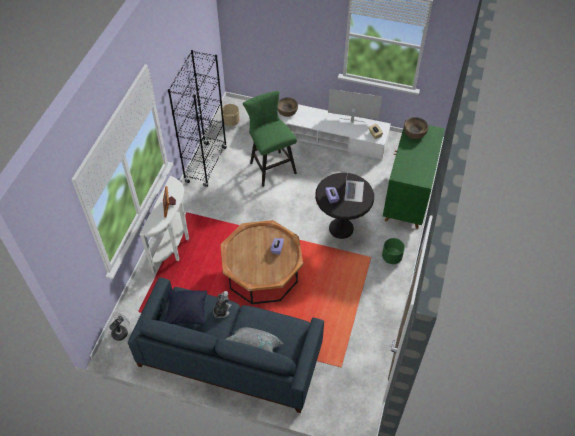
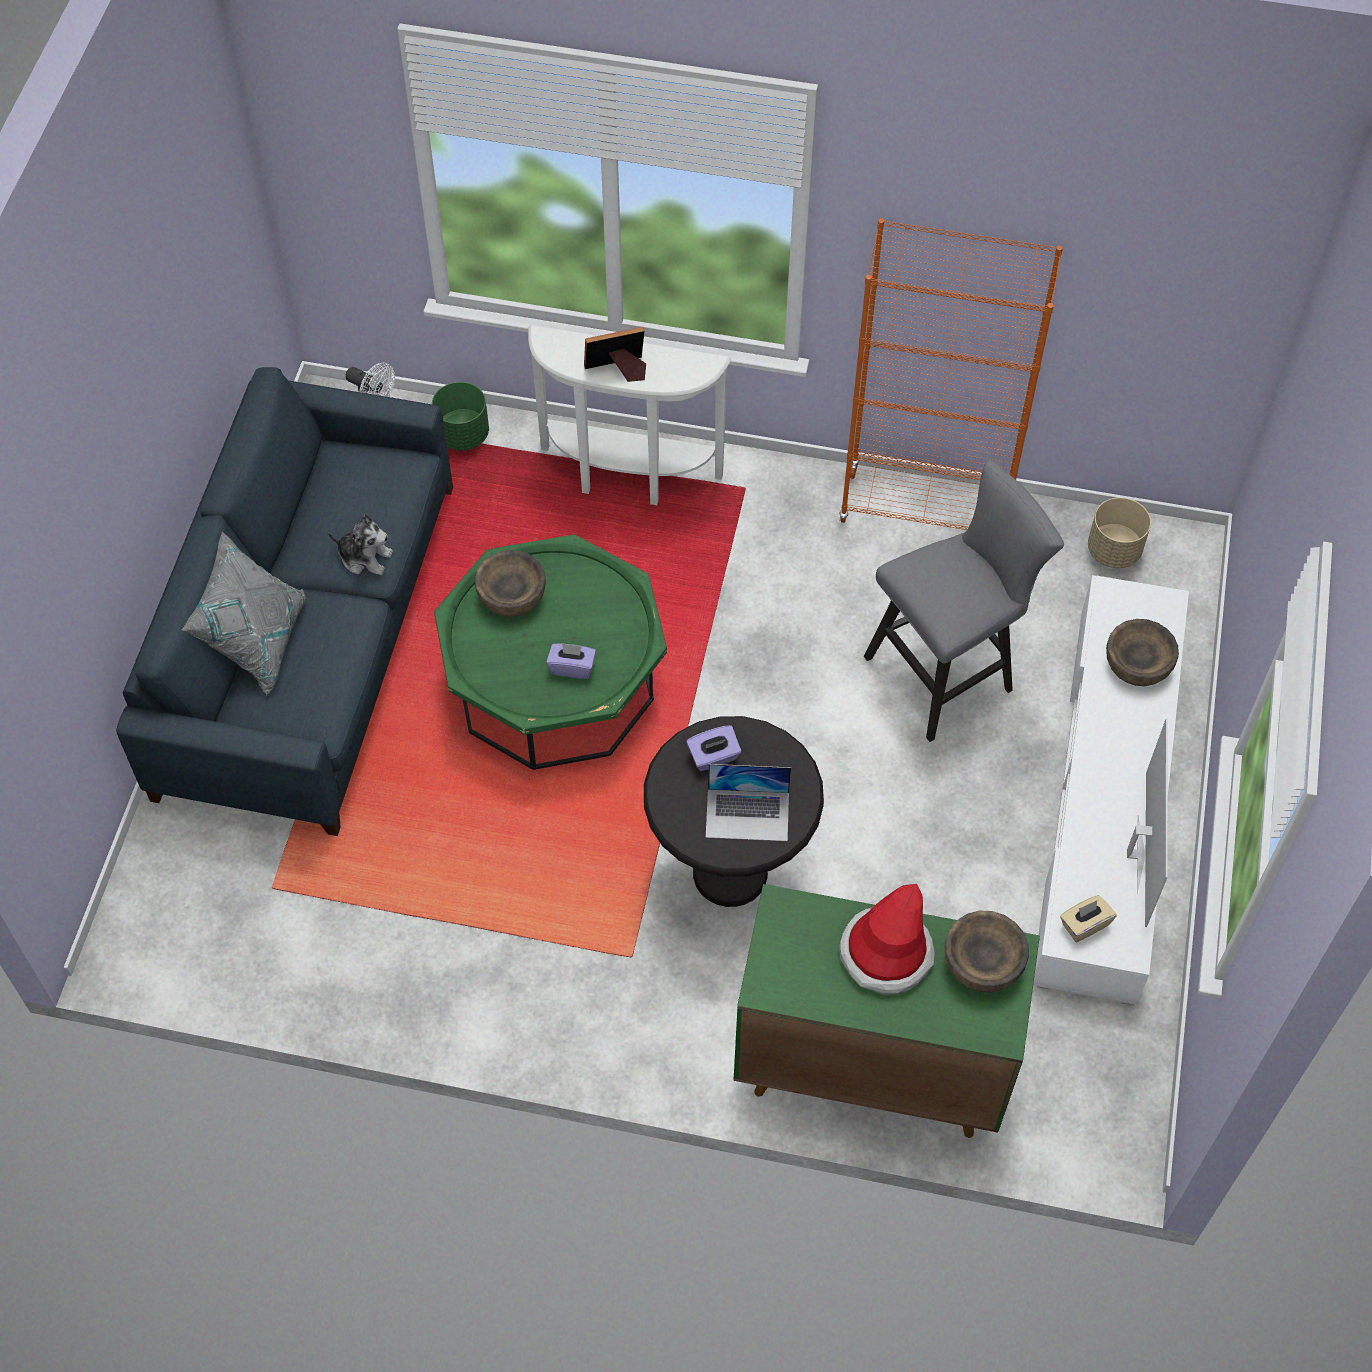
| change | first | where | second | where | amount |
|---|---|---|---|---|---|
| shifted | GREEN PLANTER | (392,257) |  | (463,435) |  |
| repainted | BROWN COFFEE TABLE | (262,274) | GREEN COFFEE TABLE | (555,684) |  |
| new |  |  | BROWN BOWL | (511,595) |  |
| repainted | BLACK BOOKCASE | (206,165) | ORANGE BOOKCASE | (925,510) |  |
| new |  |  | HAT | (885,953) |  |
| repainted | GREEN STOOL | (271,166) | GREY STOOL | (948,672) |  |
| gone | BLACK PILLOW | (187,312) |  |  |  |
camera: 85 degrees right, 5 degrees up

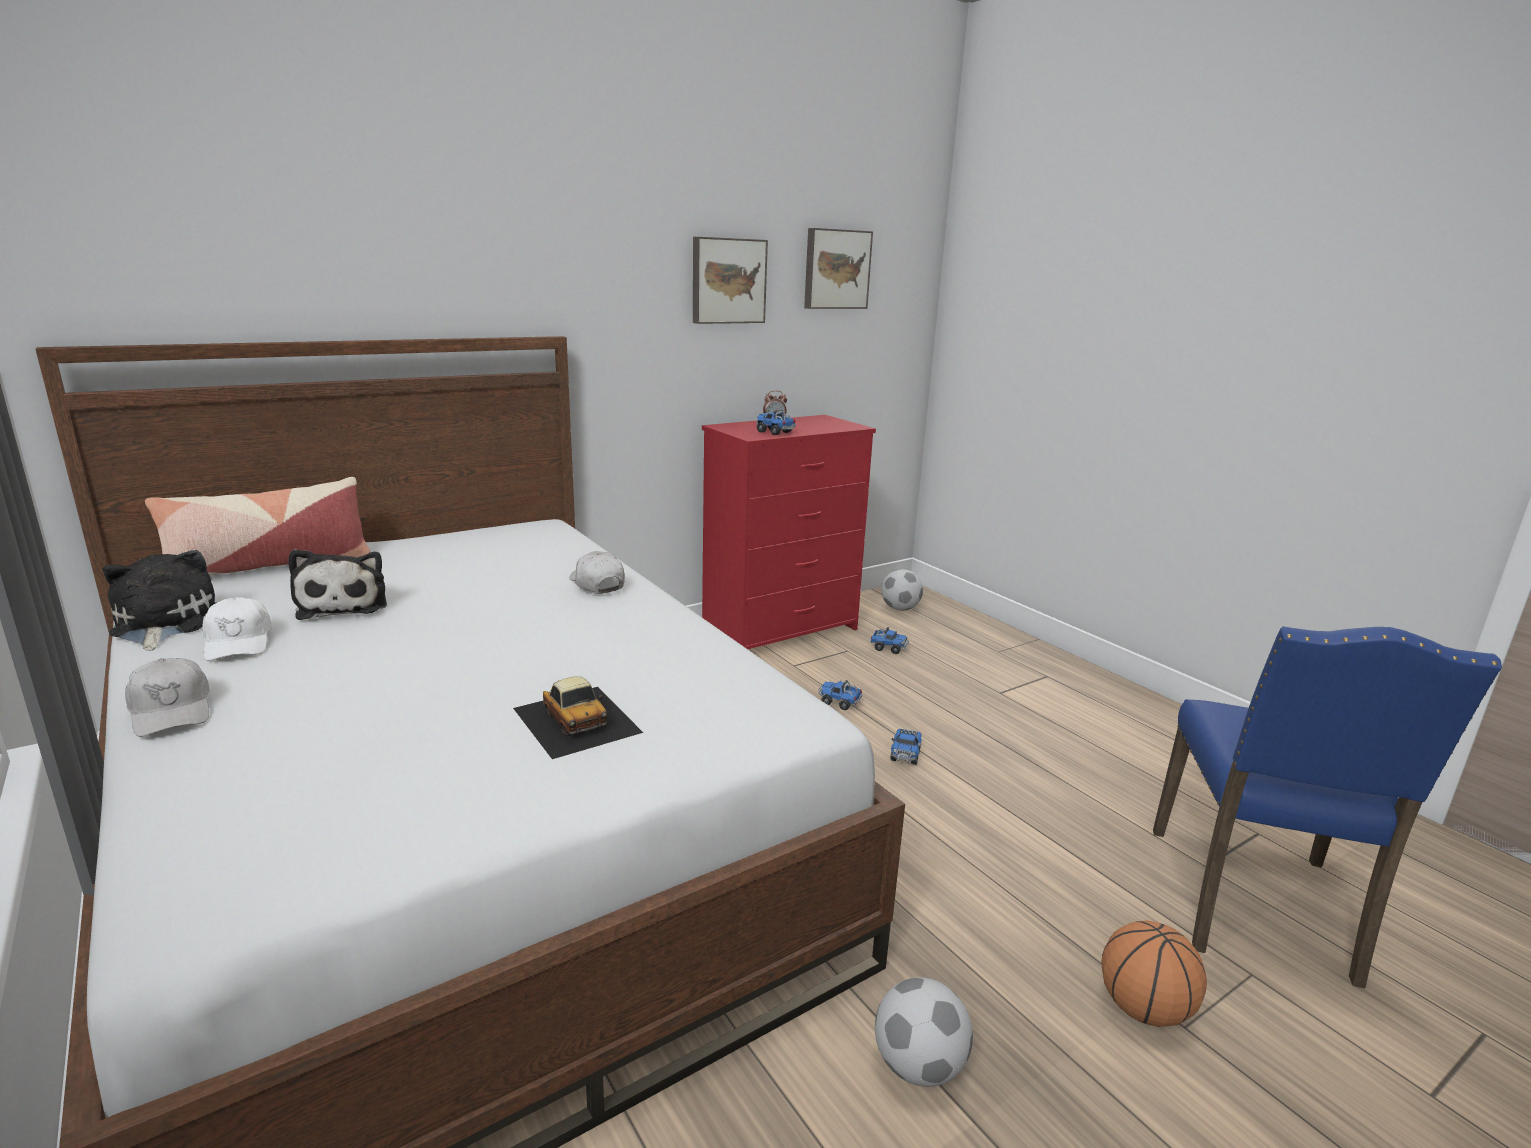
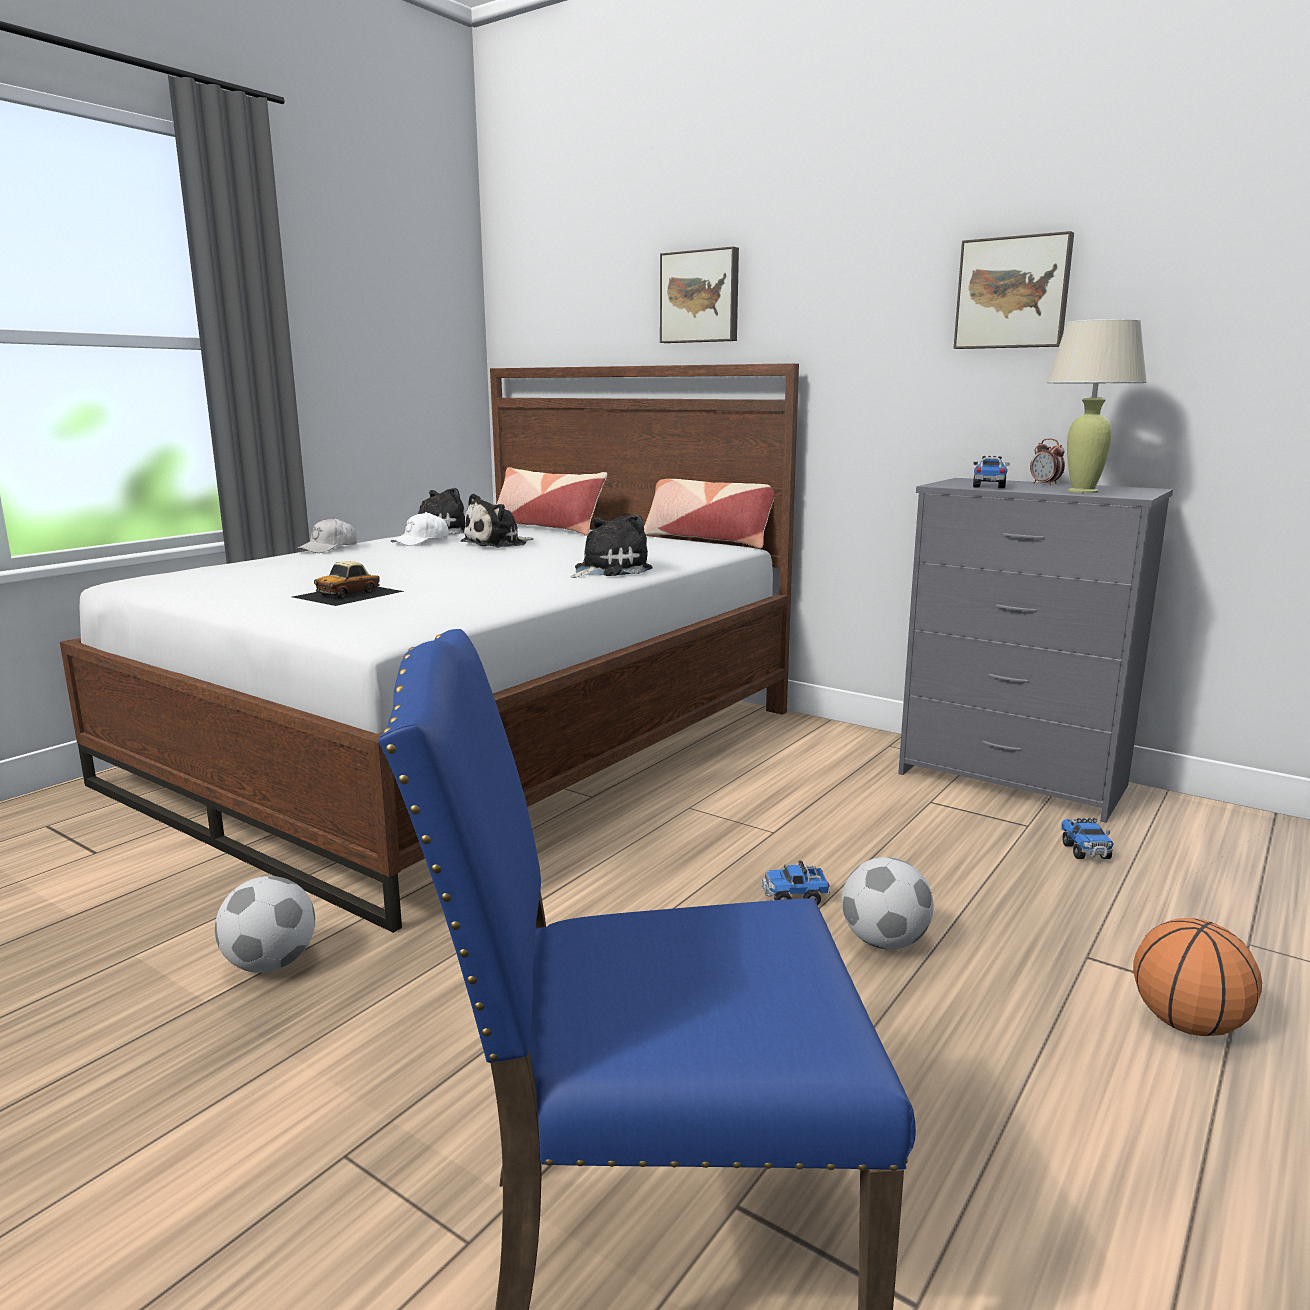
| change | first | where | second | where | amount |
|---|---|---|---|---|---|
| swapped | WHITE CAP | (597,584) | PLUSH TOY | (608,570) |  |
| new |  |  | PILLOW | (707,540) |  |
| shifted | PICTURE | (835,269) |  | (701,297) |  |
| shifted | FOOTBALL | (900,608) |  | (884,942) |  |
| repainted | RED DRESSER | (782,630) | GREY DRESSER | (1013,780) |  |
| new |  |  | BEIGE TABLE LAMP | (1083,491) |  |
| shifted | BASKETBALL | (1143,1009) |  | (1187,1024) |  |
| gone | TOY TRUCK | (839,703) |  |  |  |
camera: 70 degrees right, 5 degrees down

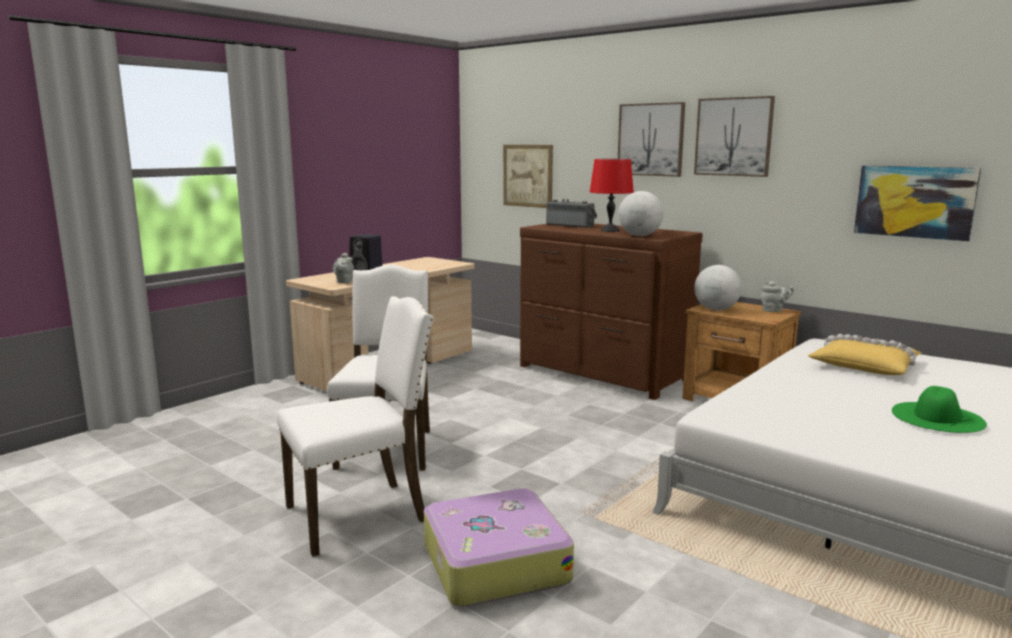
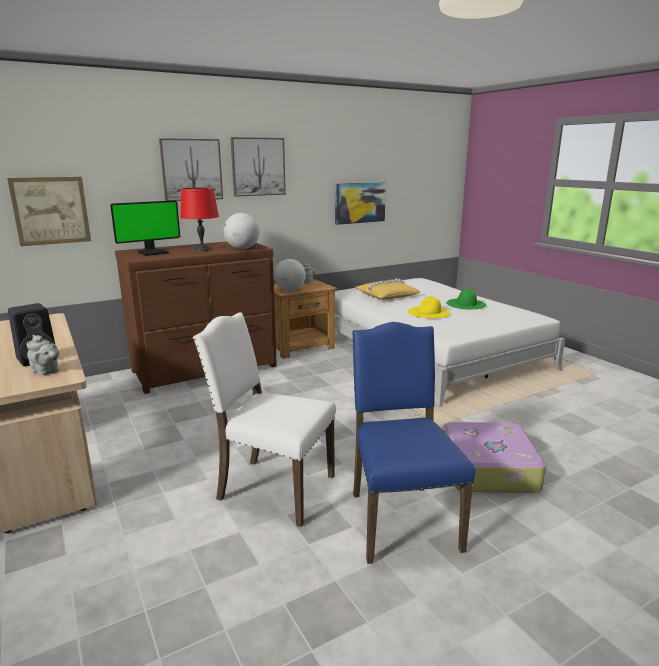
| change | first | where | second | where | amount |
|---|---|---|---|---|---|
| swapped | RADIO | (571,225) | MONITOR | (153,252) |  |
| repainted | WHITE CHAIR | (360,514) | BLUE CHAIR | (400,519) |  |
| new |  |  | YELLOW HAT | (429,312) |  |
camera: 70 degrees left, 5 degrees up

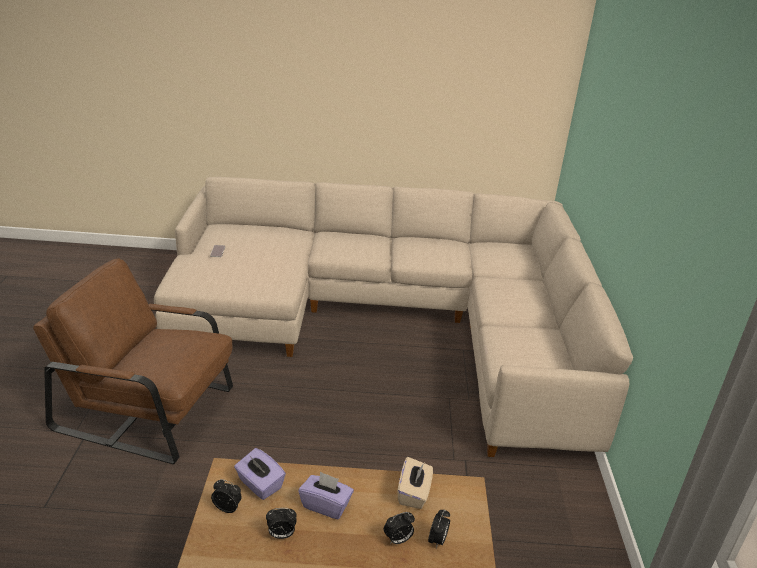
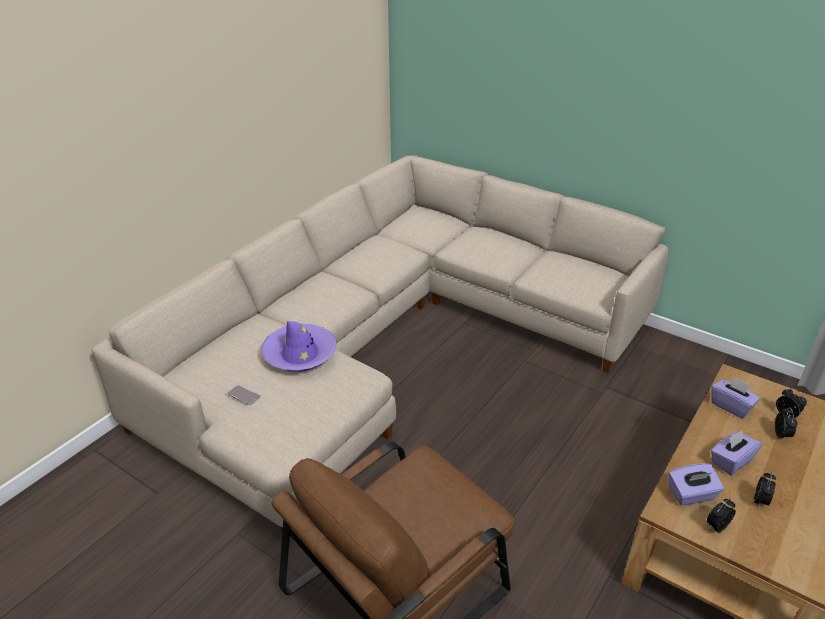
| change | first | where | second | where | amount |
|---|---|---|---|---|---|
| new |  |  | PURPLE HAT | (299,354) |  |
| repainted | BEIGE TISSUE BOX | (414,493) | PURPLE TISSUE BOX | (731,406) |  |
camera: 55 degrees left, 5 degrees up

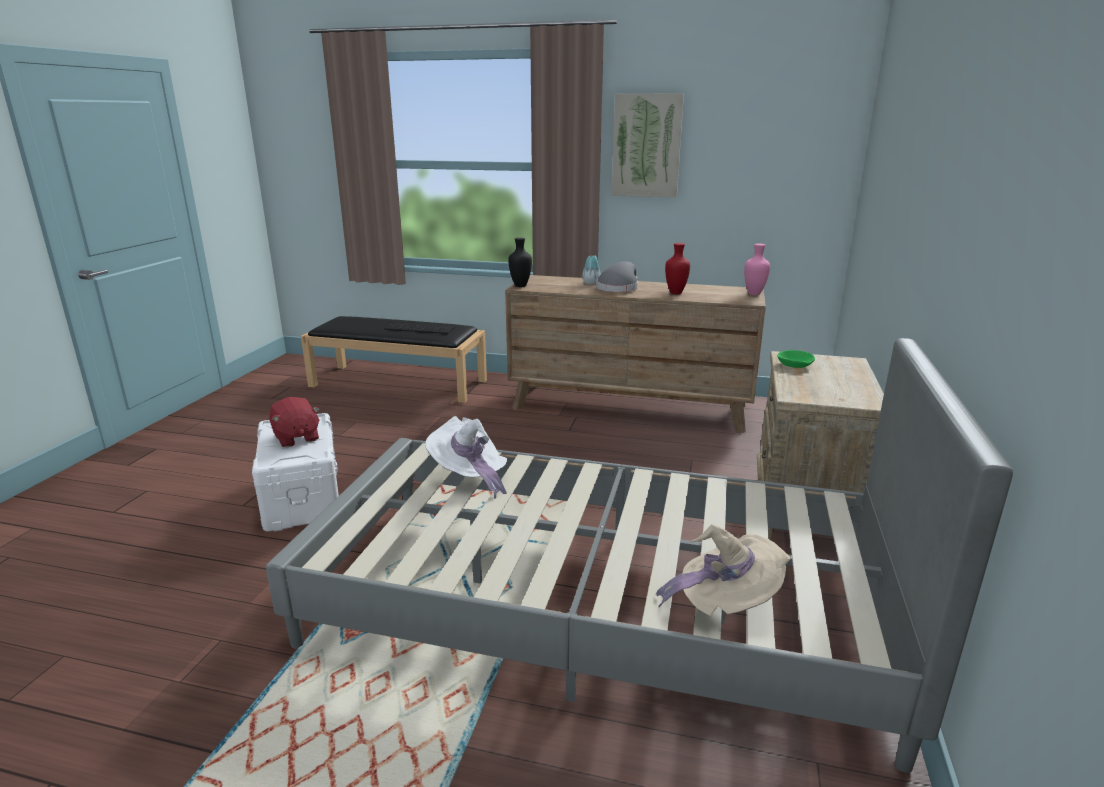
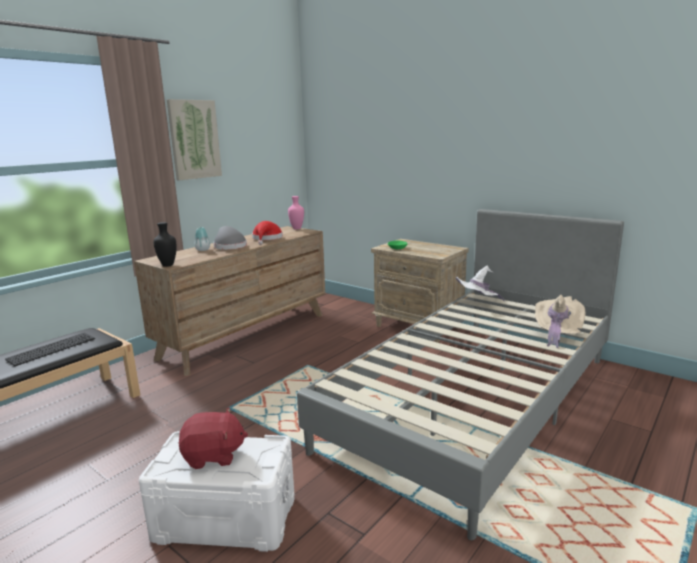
| change | first | where | second | where | amount |
|---|---|---|---|---|---|
| swapped | RED VASE | (676,293) | RED HAT | (267,239) |  |
| shifted | WHITE HAT | (469,477) |  | (477,303) |  |
camera: 65 degrees left, 5 degrees down

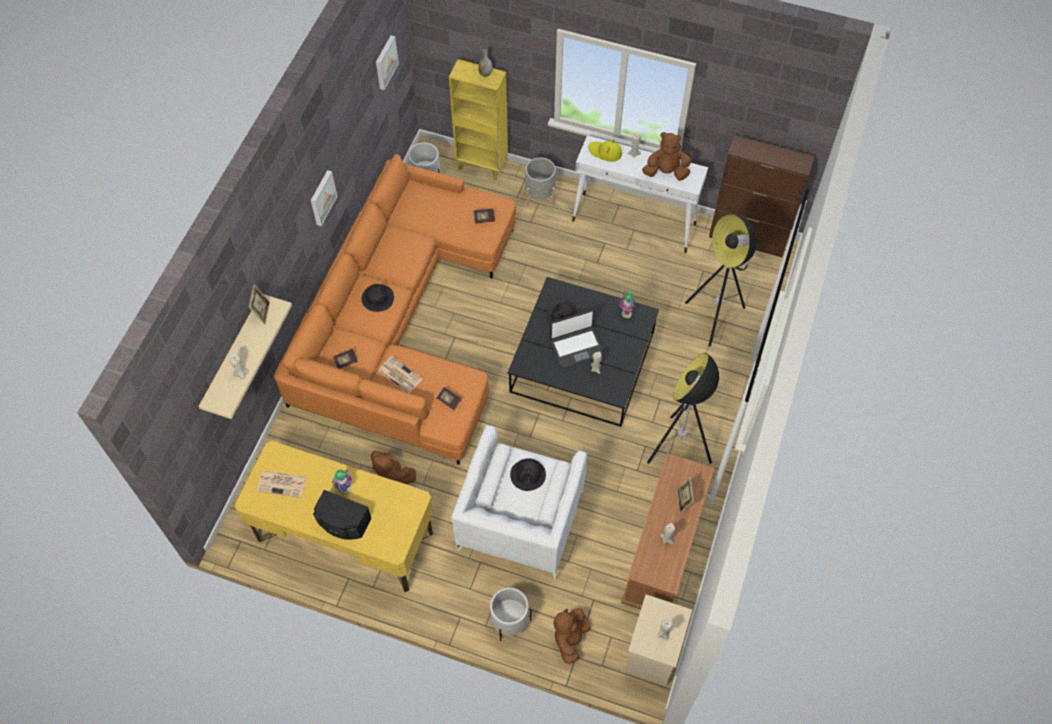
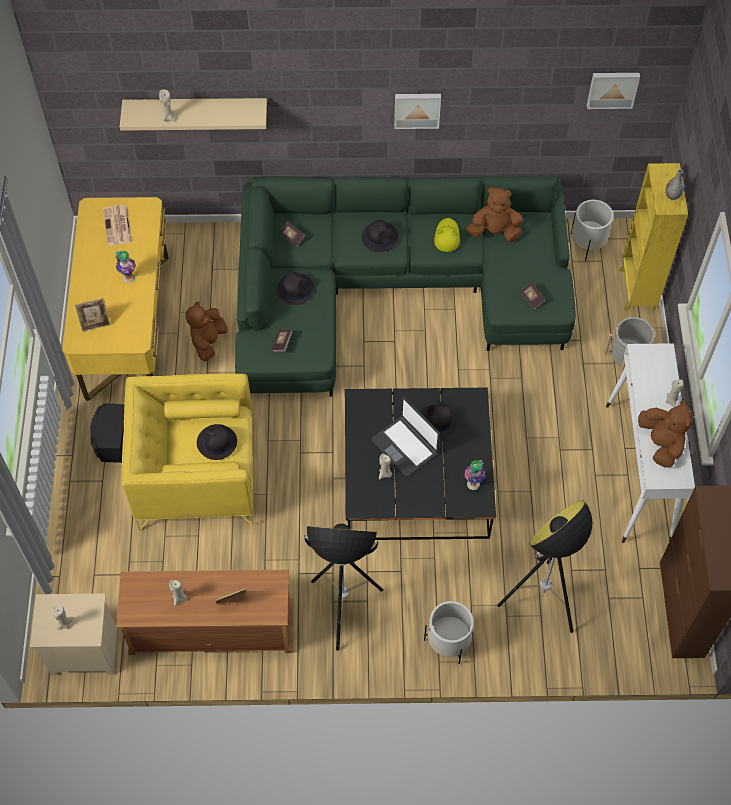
| change | first | where | second | where | amount |
|---|---|---|---|---|---|
| shifted | PICTURE FRAME | (262,312) |  | (95,324) |  |
| shifted | BLACK SPEAKER | (343,523) |  | (112,440) |  |
| repainted | WHITE ARMCHAIR | (520,521) | YELLOW ARMCHAIR | (196,476) |  |
| repainted | ORANGE SOFA | (403,322) | GREEN SOFA | (392,288) |  |
| swapped | NEWSPAPER | (399,375) | BLACK HAT | (295,289) |  |
| shifted | WHITE PLANTER | (509,621) |  | (448,642) |  |
| shifted | YELLOW HAT | (605,152) |  | (446,237) |  |
| shifted | BROWN PLUSH TOY | (570,638) |  | (494,232) |  |
camera: 70 degrees right, 0 degrees up

